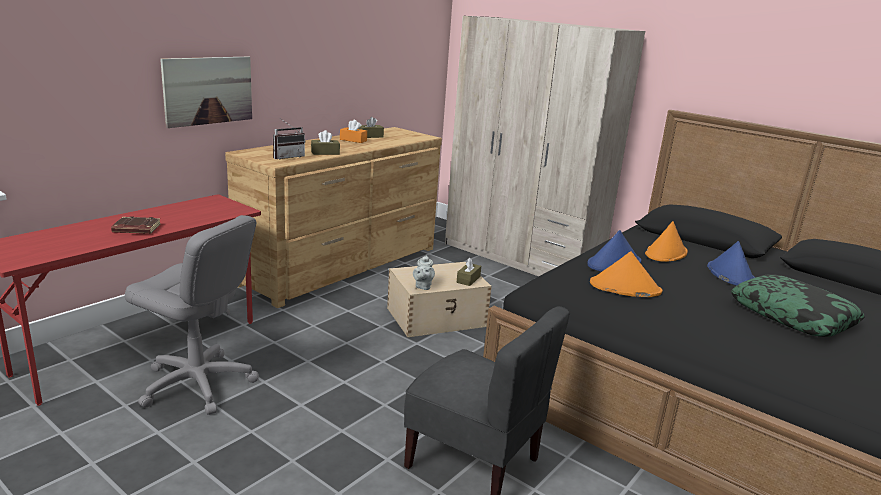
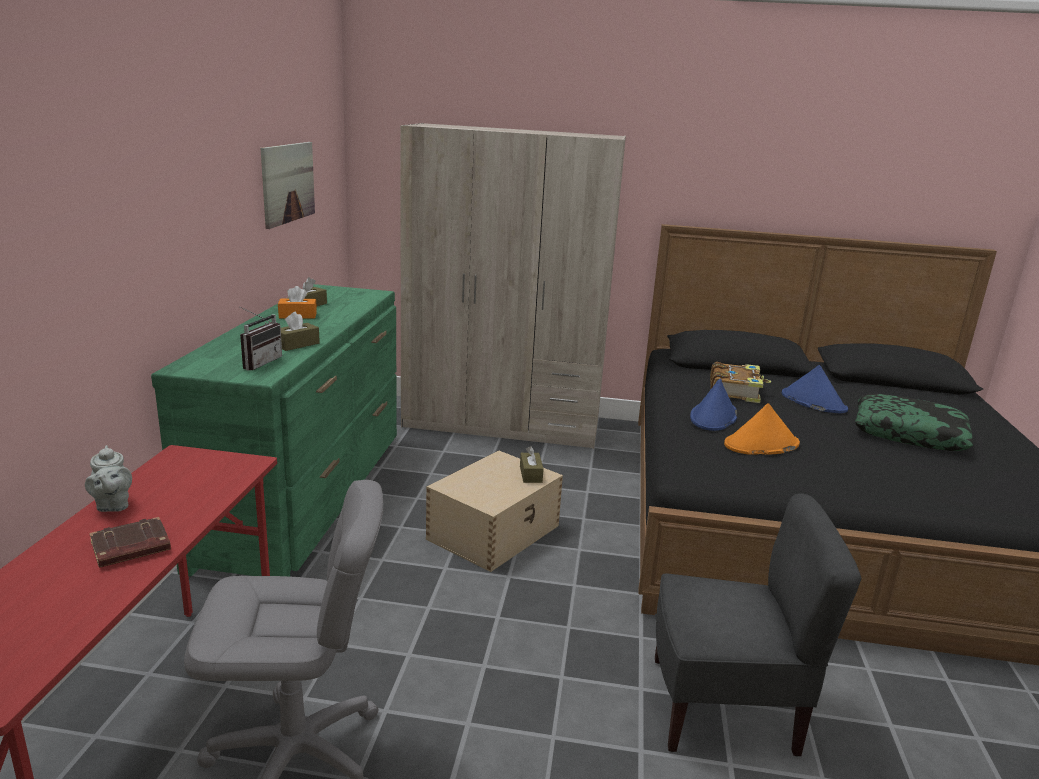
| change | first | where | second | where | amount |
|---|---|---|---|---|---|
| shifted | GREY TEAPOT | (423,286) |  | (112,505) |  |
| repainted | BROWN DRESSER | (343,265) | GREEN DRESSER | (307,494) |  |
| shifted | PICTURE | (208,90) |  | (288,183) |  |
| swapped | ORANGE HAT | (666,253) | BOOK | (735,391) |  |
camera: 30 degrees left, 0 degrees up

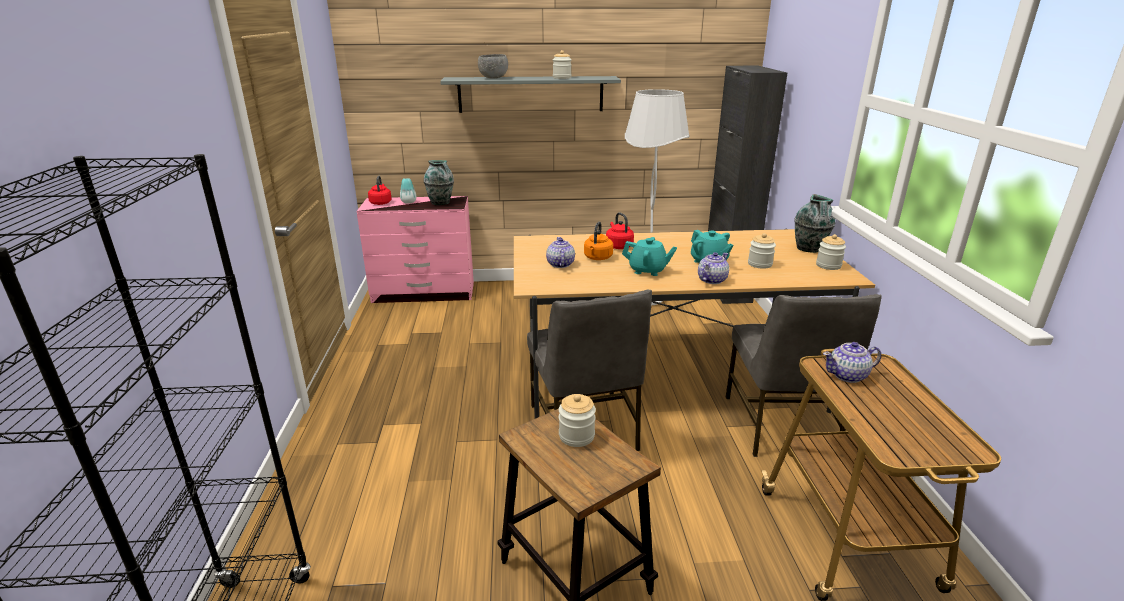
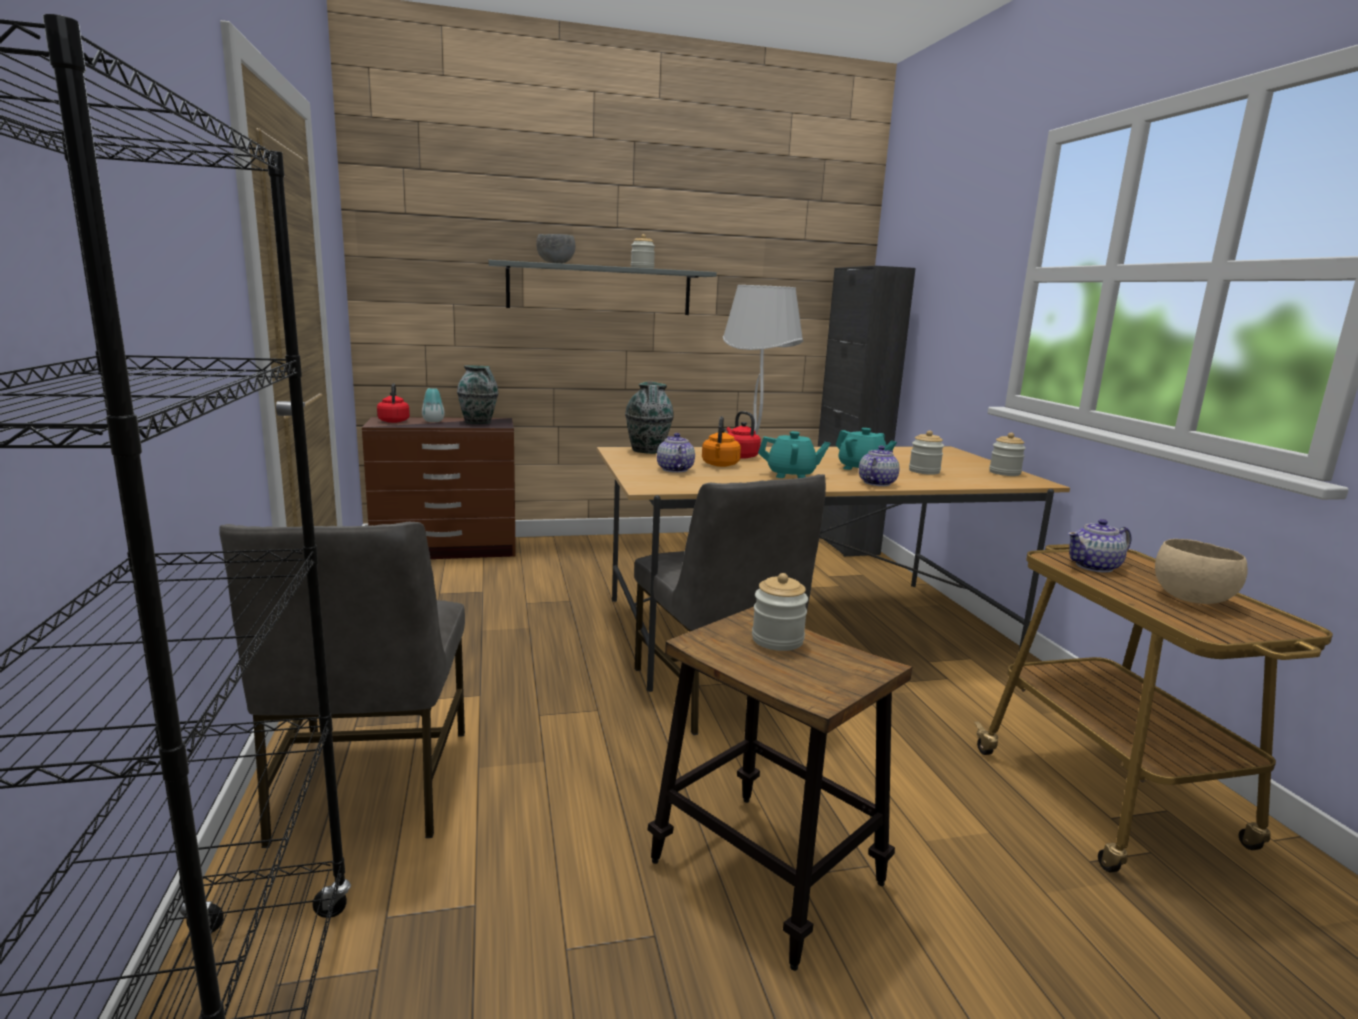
| change | first | where | second | where | amount |
|---|---|---|---|---|---|
| shifted | GREY CHAIR | (781,426) |  | (369,786) |  |
| repainted | PINK DRESSER | (424,293) | BROWN DRESSER | (447,550) |  |
| shifted | VASE | (809,249) |  | (647,451) |  |
| new |  |  | BEIGE BOWL | (1190,599) |  |
camera: 10 degrees left, 10 degrees down

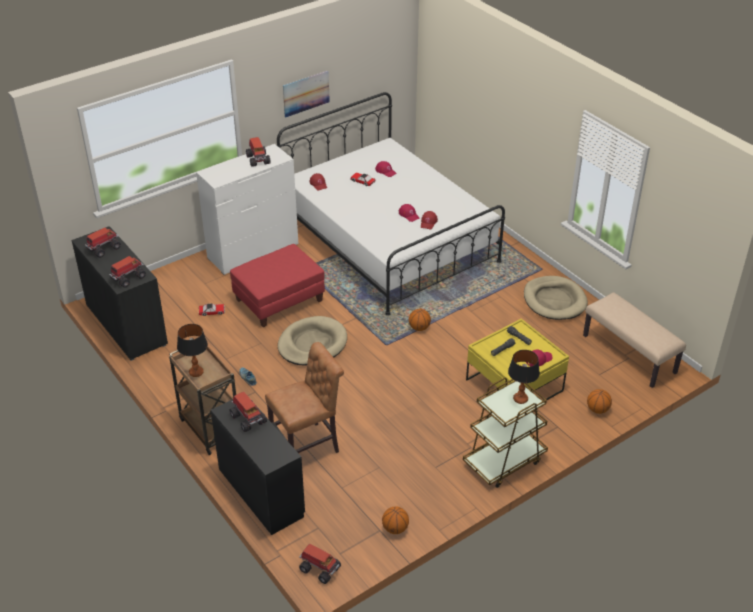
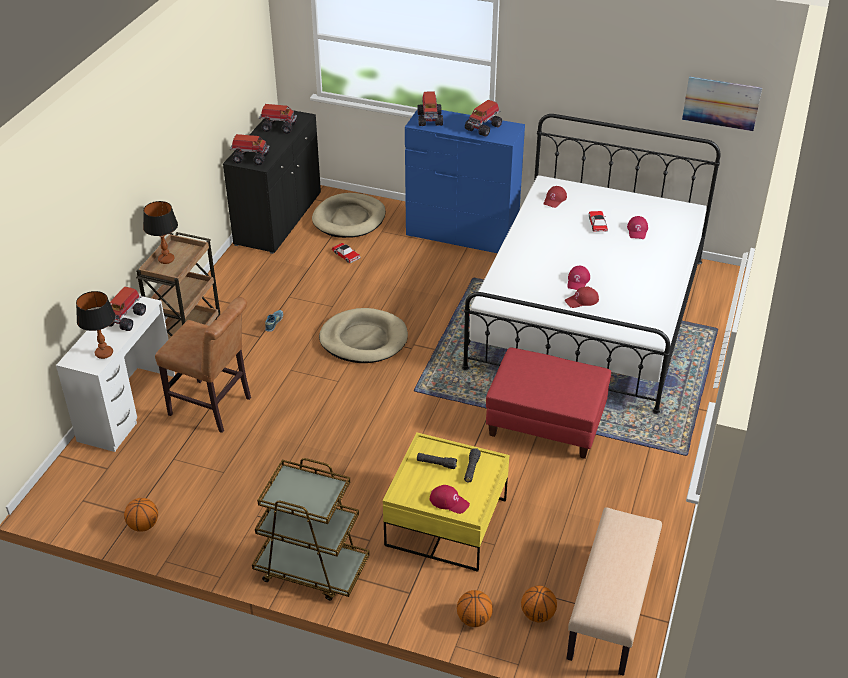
| change | first | where | second | where | amount |
|---|---|---|---|---|---|
| repainted | BLACK DESK | (260,492) | WHITE DESK | (127,407) |  |
| shifted | TABLE LAMP | (520,399) |  | (104,353) |  |
| shifted | BEIGE DOG BED | (554,300) |  | (349,219) |  |
| repainted | WHITE DRESSER | (253,251) | BLUE DRESSER | (462,235) |  |
| shifted | TOY TRUCK | (319,568) |  | (430,119) |  |
| shifted | RED OTTOMAN | (279,301) |  | (545,423) |  |
| shifted | BASKETBALL | (419,328) |  | (537,615) |  |
| shifted | PICTURE | (306,93) |  | (721,103) |  |
camera: 55 degrees right, 0 degrees up

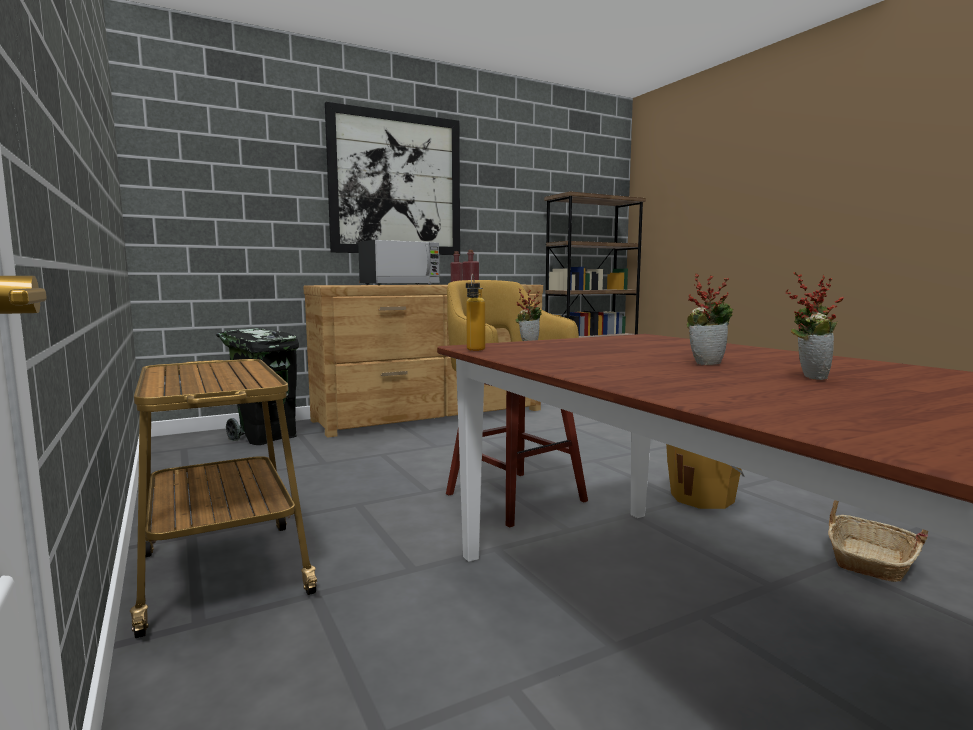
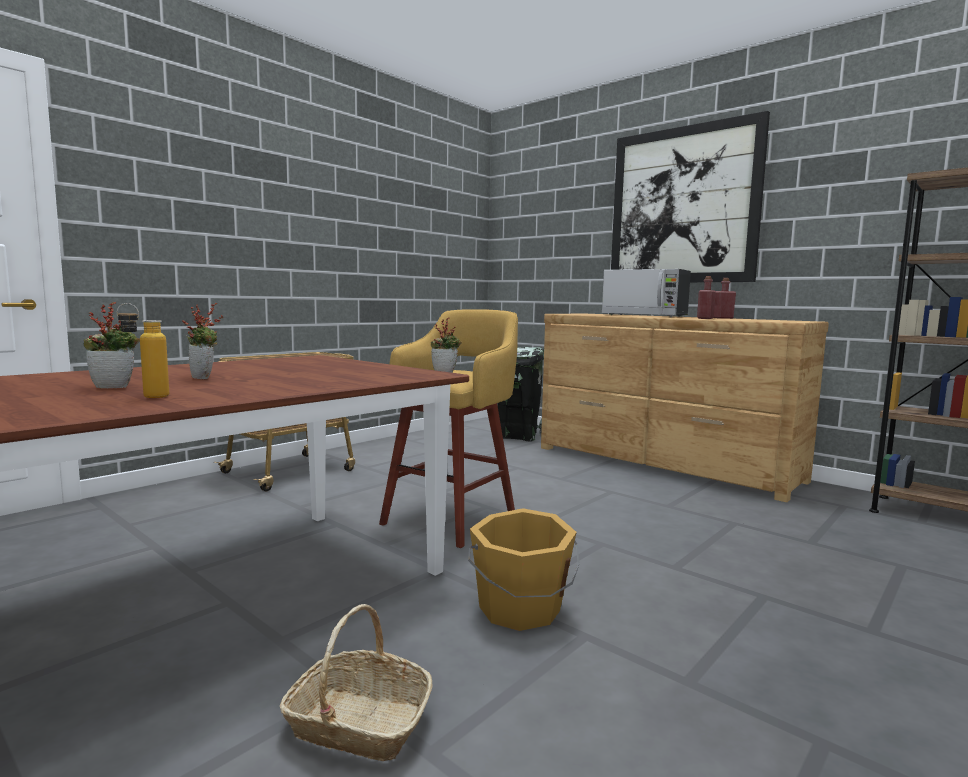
| change | first | where | second | where | amount |
|---|---|---|---|---|---|
| shifted | BOTTLE | (474,350) |  | (146,396) |  |
camera: 70 degrees right, 0 degrees up

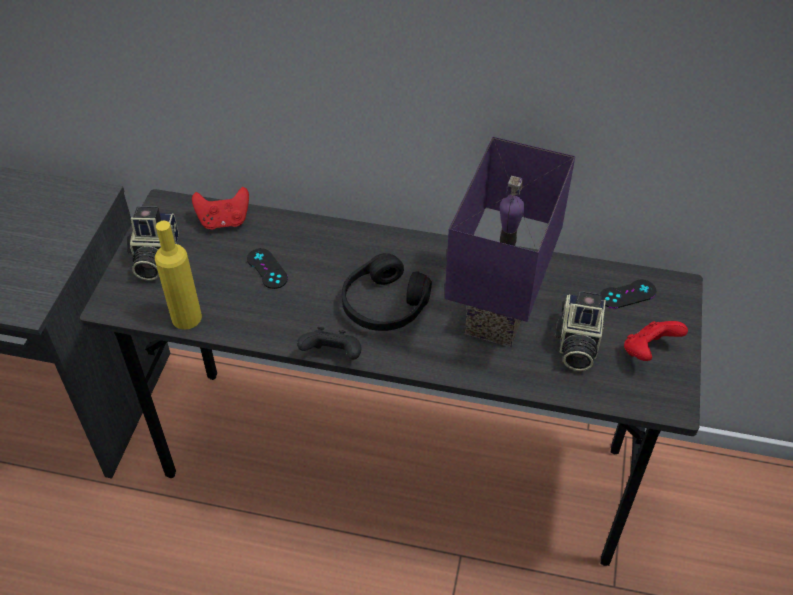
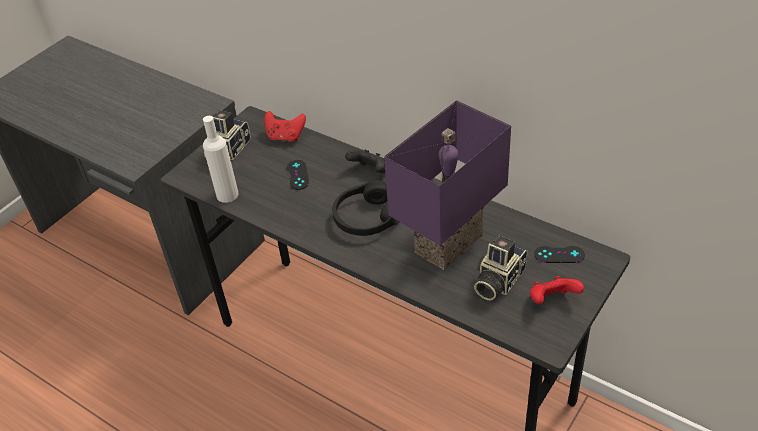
| change | first | where | second | where | amount |
|---|---|---|---|---|---|
| repainted | YELLOW BOTTLE | (186,317) | WHITE BOTTLE | (227,195) |  |
| shifted | BLACK GAME CONTROLLER | (333,356) |  | (370,172) |  |
camera: 25 degrees right, 5 degrees down

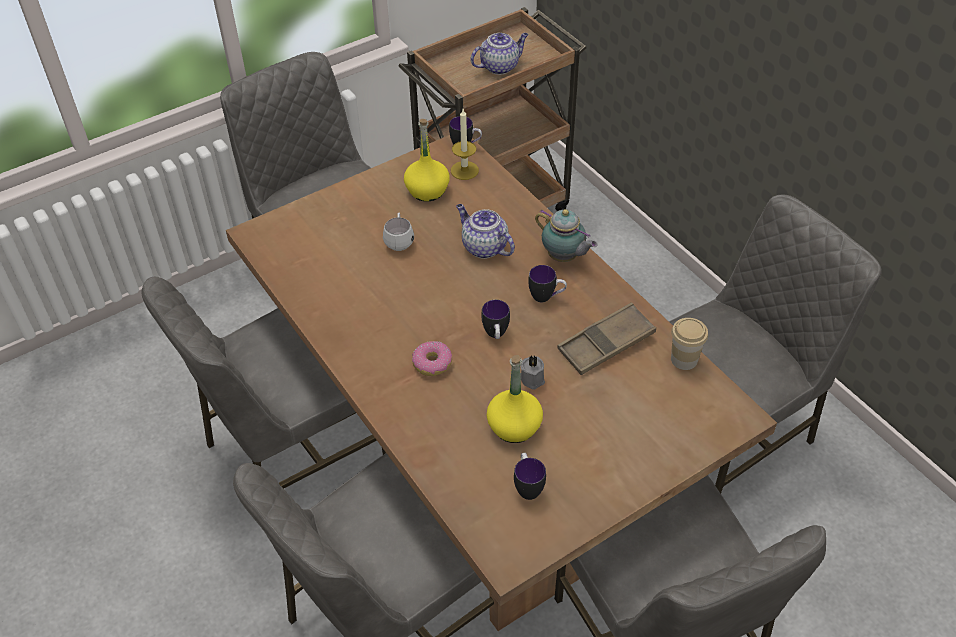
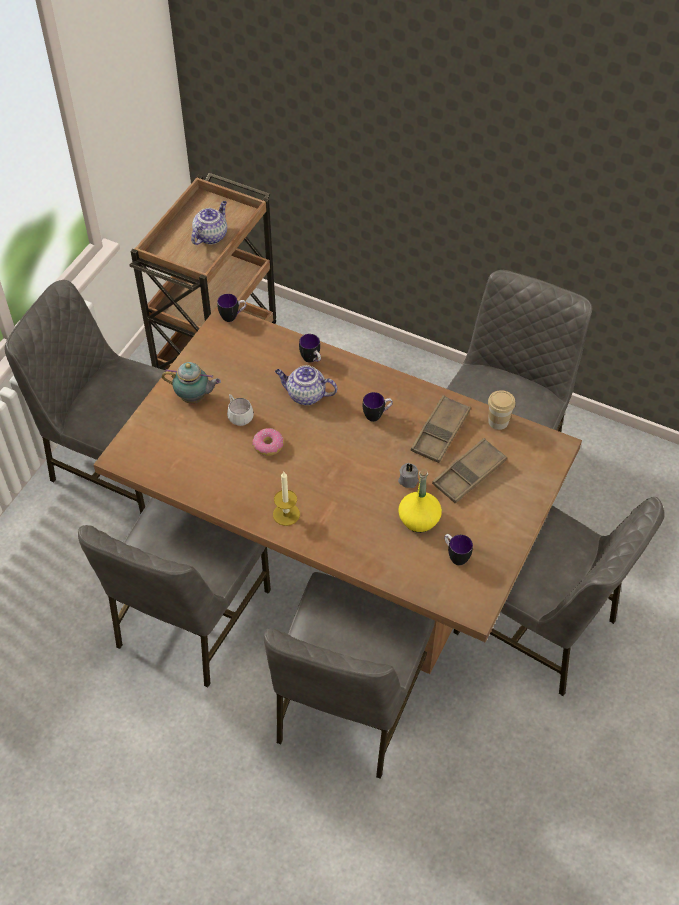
| change | first | where | second | where | amount |
|---|---|---|---|---|---|
| shifted | TEAPOT | (564,257) |  | (194,398) |  |
| shifted | DONUT | (432,363) |  | (268,445) |  |
| shifted | CANDLE | (464,170) |  | (286,514) |  |
| shifted | MUG | (496,336) |  | (312,360) |  |
| new |  |  | BROWN TRAY | (469,474) |  |
| gone | YELLOW BOTTLE | (427,190) |  |  |  |
camera: 30 degrees left, 5 degrees up

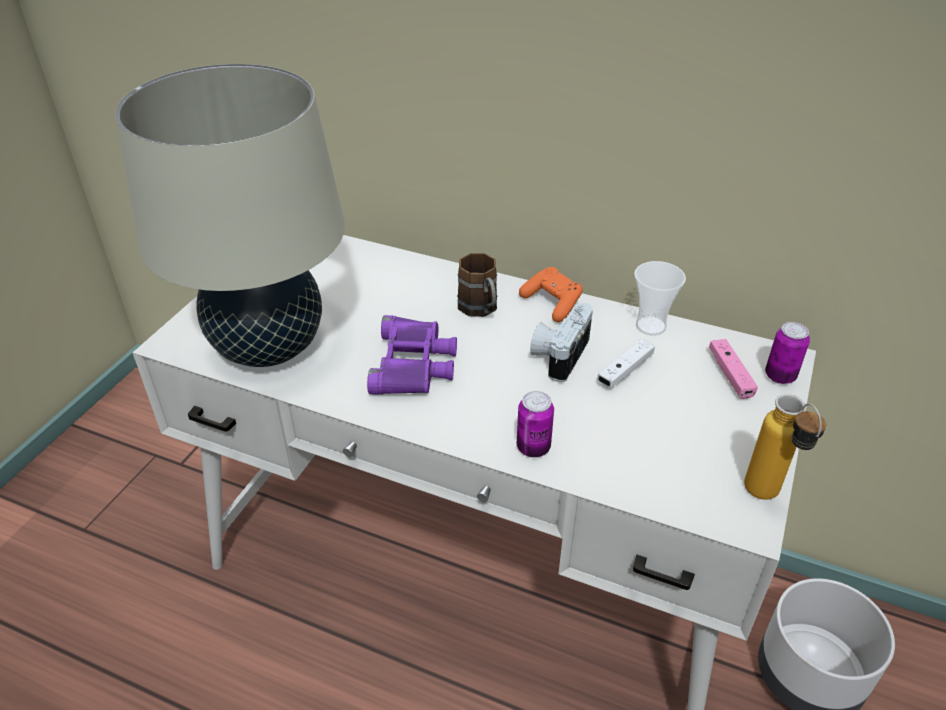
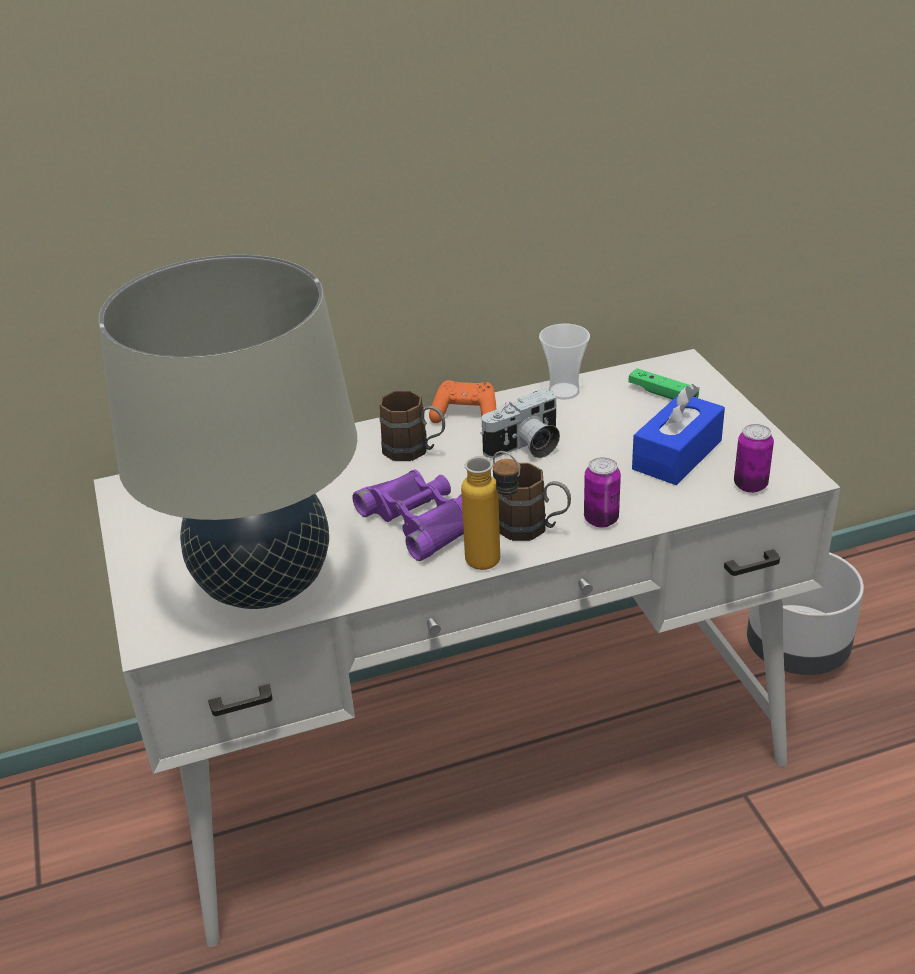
| change | first | where | second | where | amount |
|---|---|---|---|---|---|
| shifted | BOTTLE | (768,499) |  | (495,565) |  |
| rotated | PHOTO CAMERA | (559,354) |  | (526,448) | 105 degrees counterclockwise |
| new |  |  | BROWN MUG | (533,528) |  |
| repainted | PINK GAME CONTROLLER | (730,374) | GREEN GAME CONTROLLER | (662,394) |  |
| new |  |  | BLUE TISSUE BOX | (677,455) |  |
| shifted | CAN | (780,376) |  | (750,485) |  |
| gone | WHITE GAME CONTROLLER | (625,370) |  |  |  |
camera: 40 degrees left, 5 degrees down

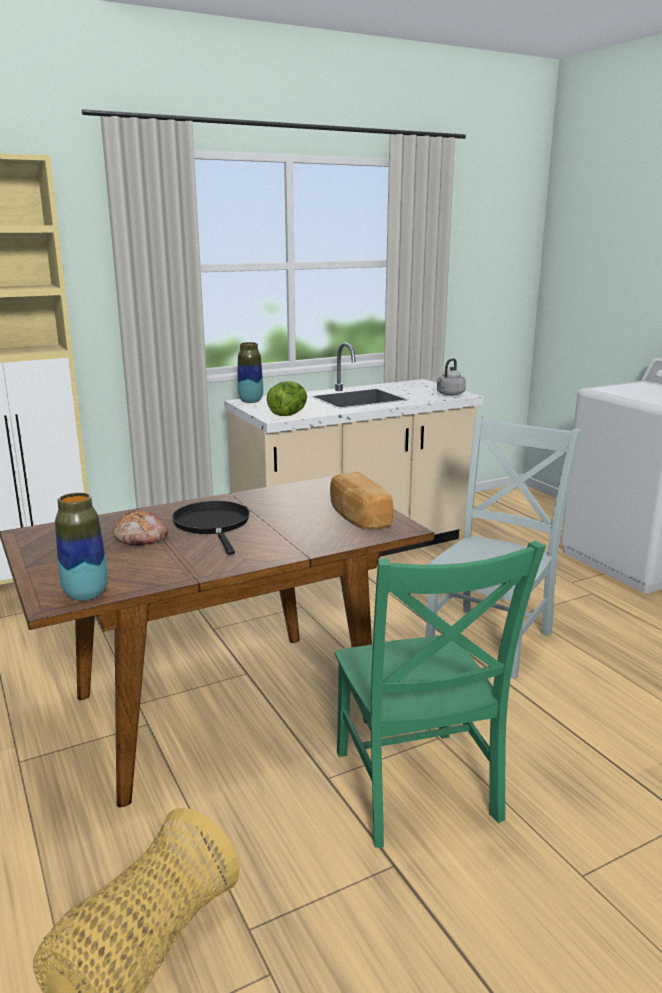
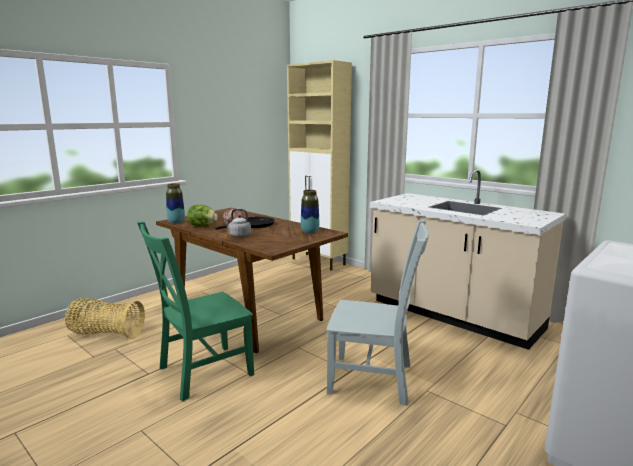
| change | first | where | second | where | amount |
|---|---|---|---|---|---|
| shifted | LETTUCE | (288,414) |  | (202,226) |  |
| shifted | GREY KETTLE | (449,394) |  | (238,236) |  |
| shifted | VASE | (250,401) |  | (310,232) |  |
| gone | BREAD | (358,517) |  |  |  |
camera: 70 degrees right, 5 degrees down

